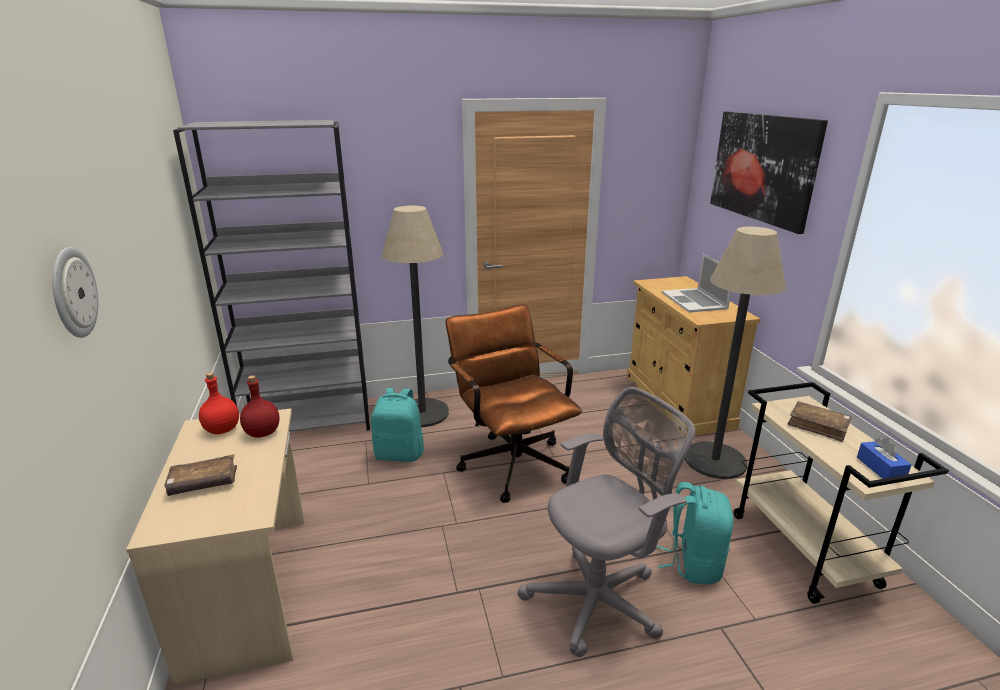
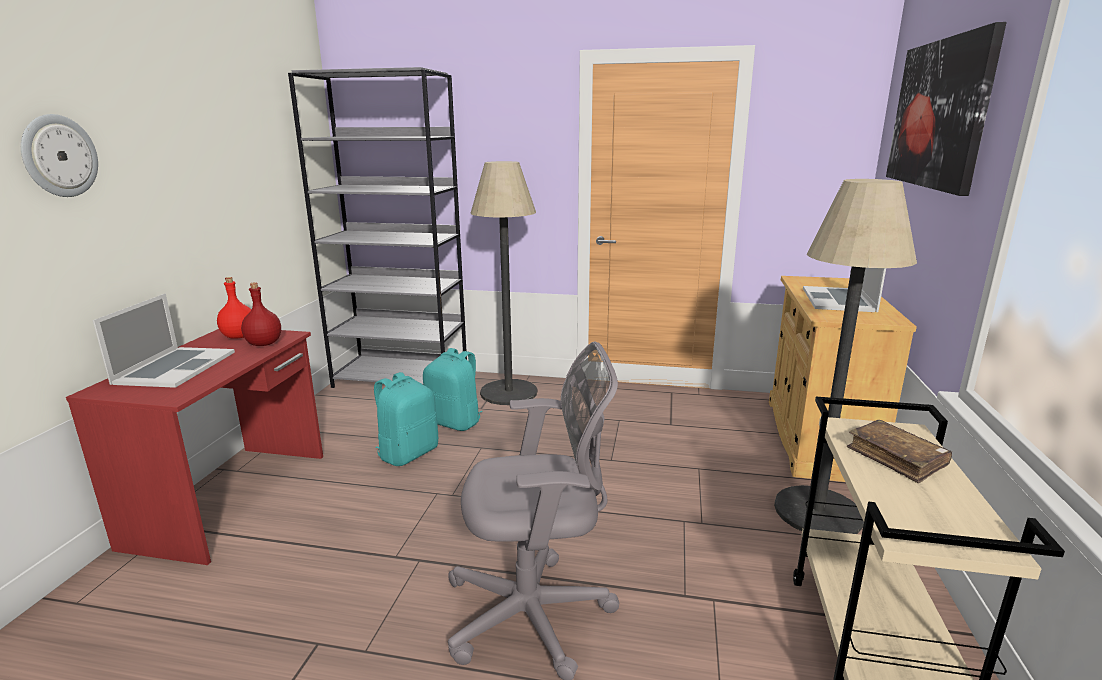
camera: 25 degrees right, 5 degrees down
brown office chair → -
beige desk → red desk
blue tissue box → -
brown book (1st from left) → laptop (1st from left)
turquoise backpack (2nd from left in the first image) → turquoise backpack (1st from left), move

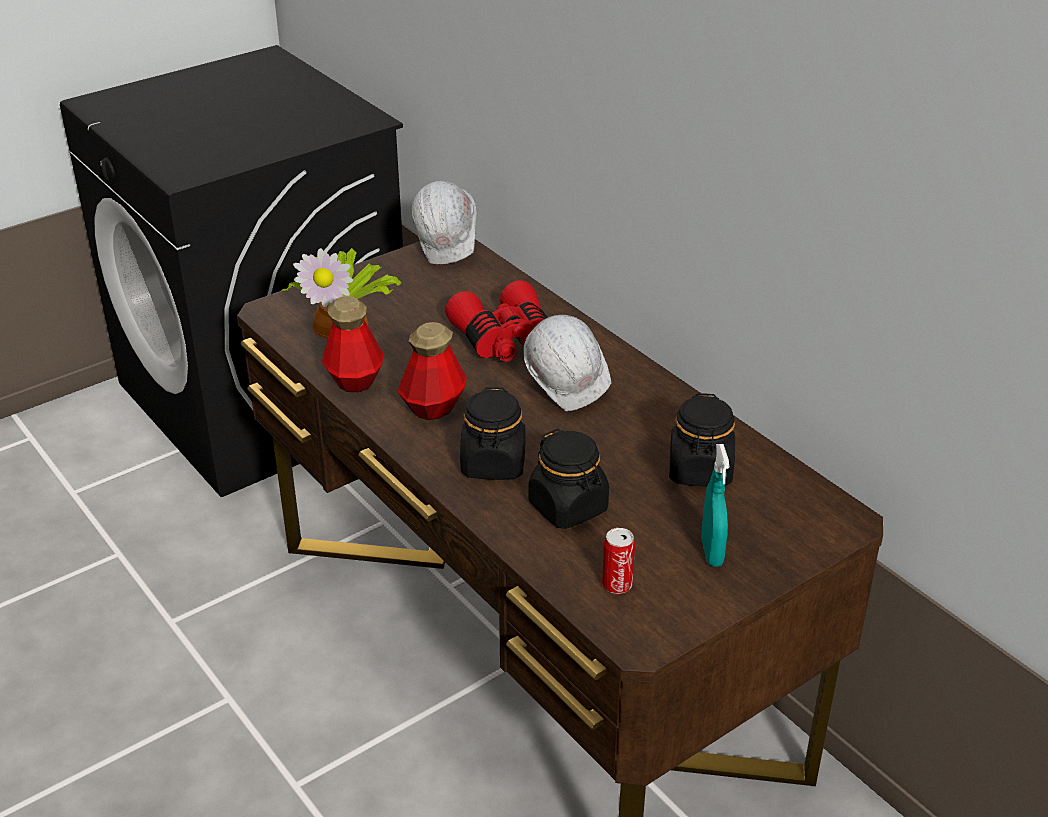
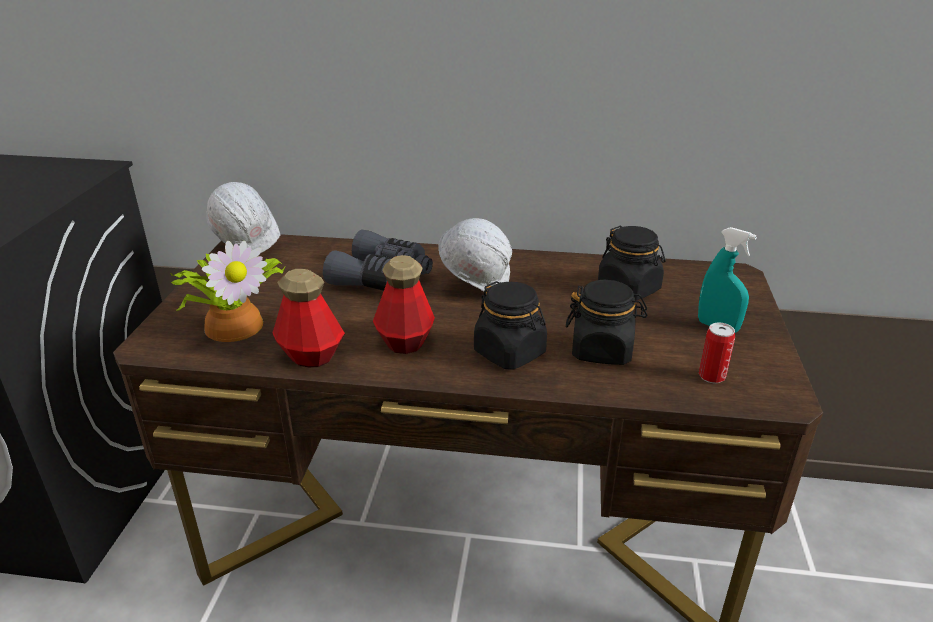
camera: 45 degrees left, 5 degrees down
red binoculars → grey binoculars

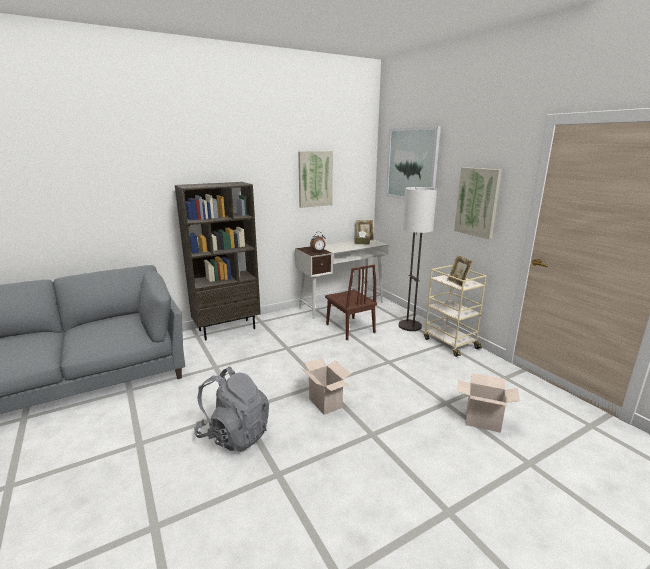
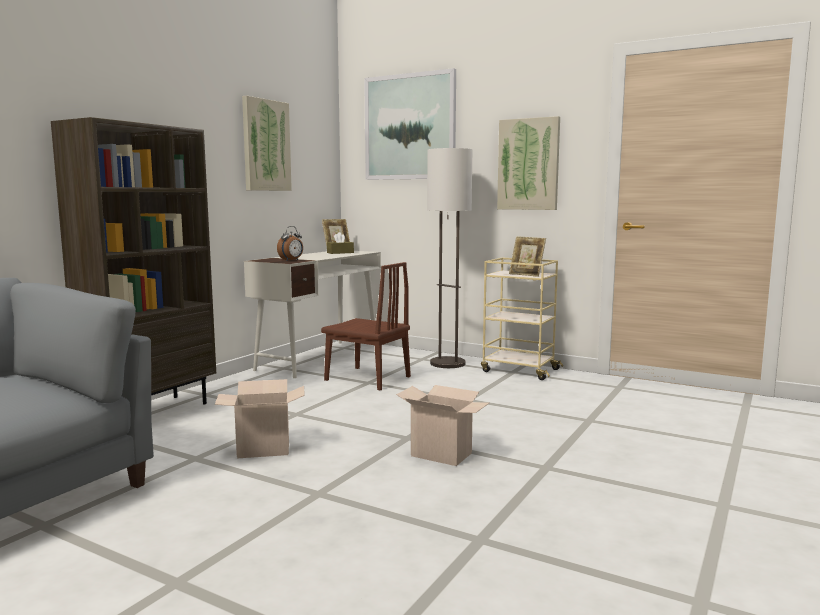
camera: 30 degrees left, 10 degrees down
grey backpack → -
cardboard box (2nd from left in the first image) → cardboard box (1st from left), move

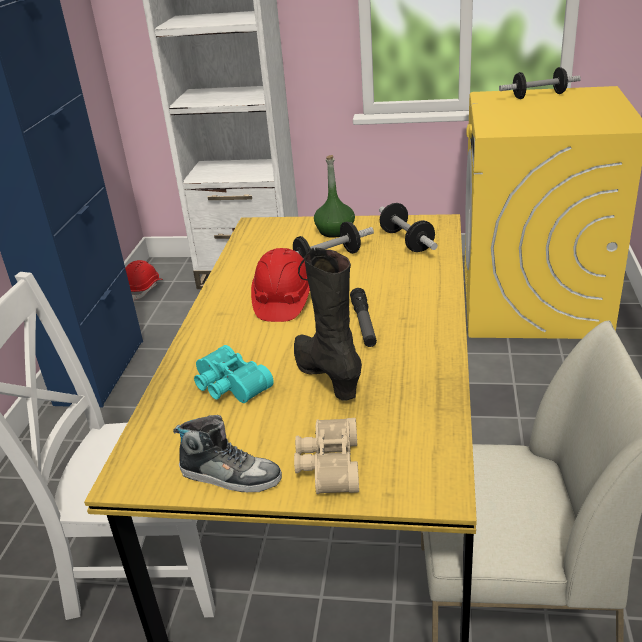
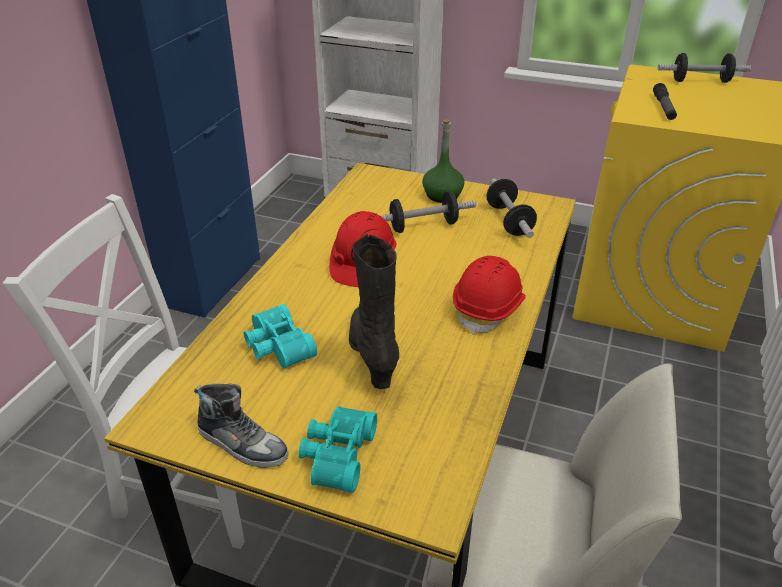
camera: 10 degrees right, 5 degrees up
red hard hat (1st from left in the first image) → red hard hat (2nd from left), move
flashlight, move
beige binoculars → turquoise binoculars (2nd from left)

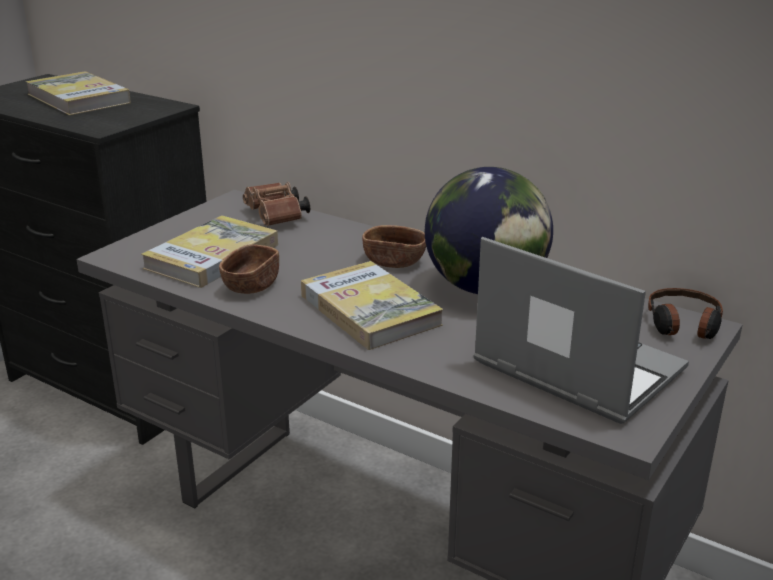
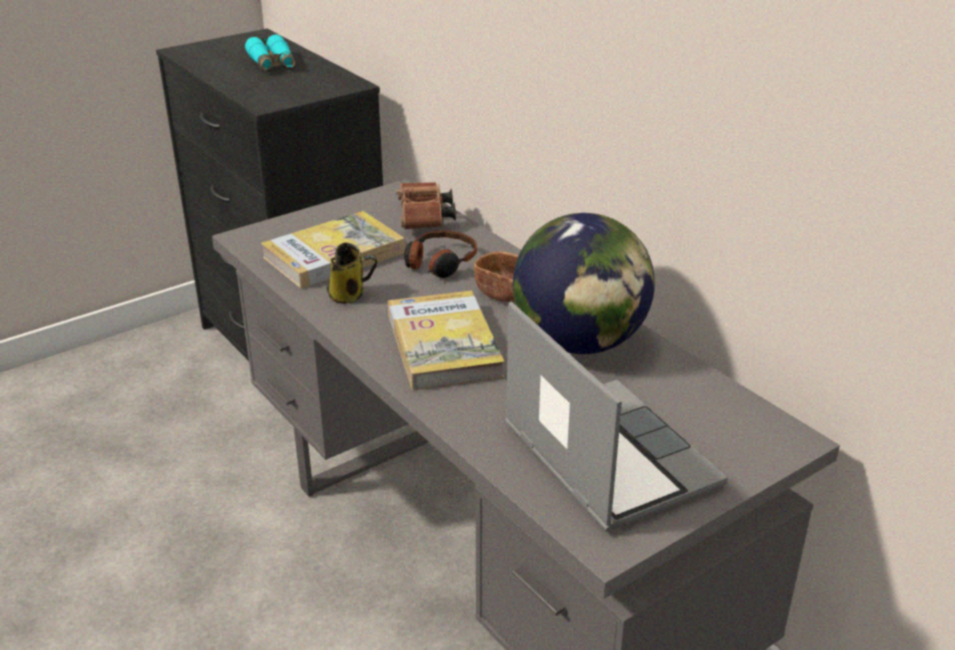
camera: 20 degrees right, 5 degrees up
book (1st from left) → turquoise binoculars
brown bowl (1st from left) → mug
headphones, move

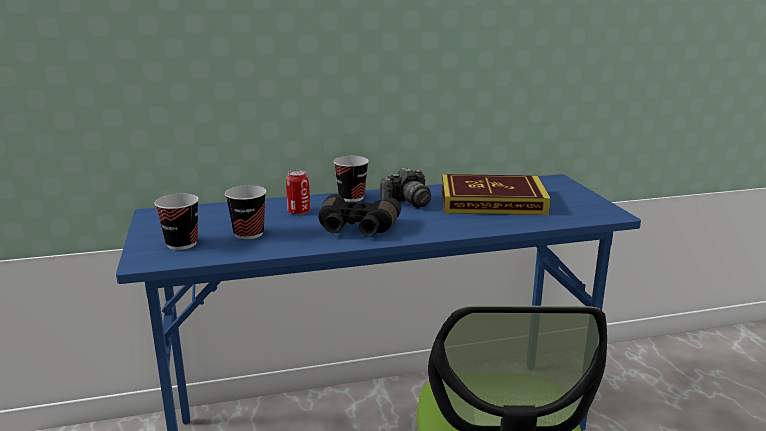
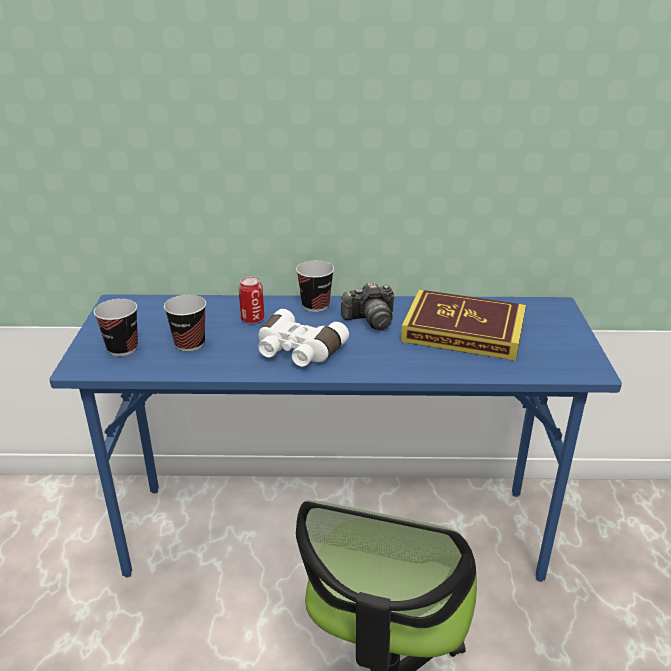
camera: 15 degrees right, 10 degrees up
black binoculars → white binoculars

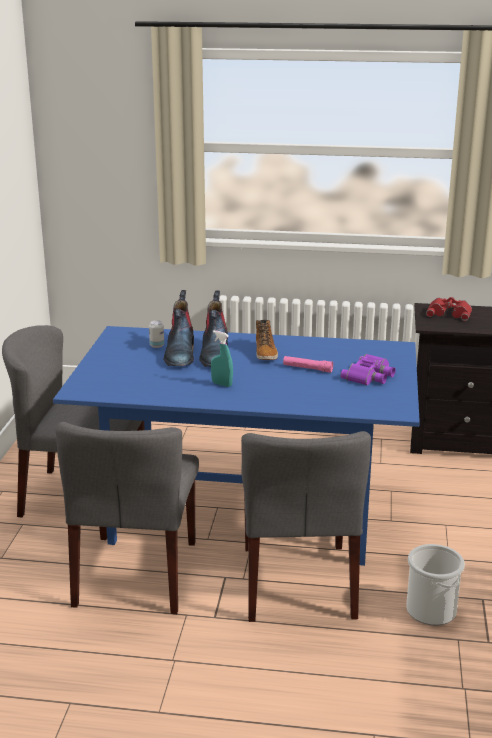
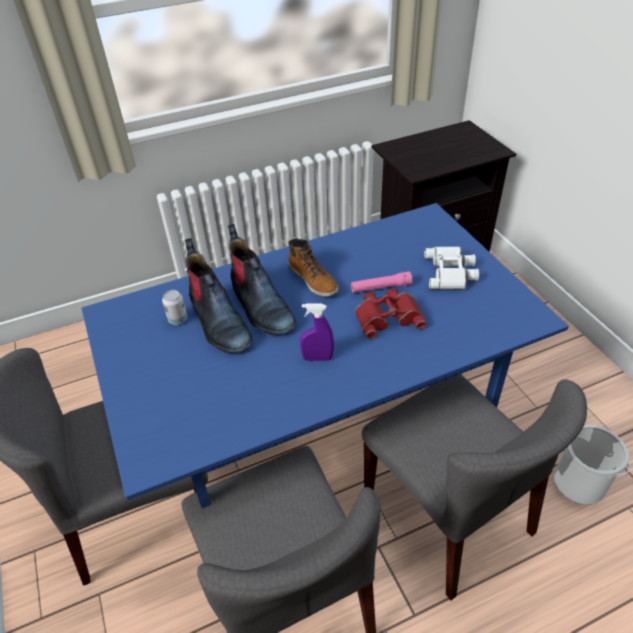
camera: 30 degrees left, 20 degrees up
red binoculars, move
turquoise spray bottle → purple spray bottle
purple binoculars → white binoculars

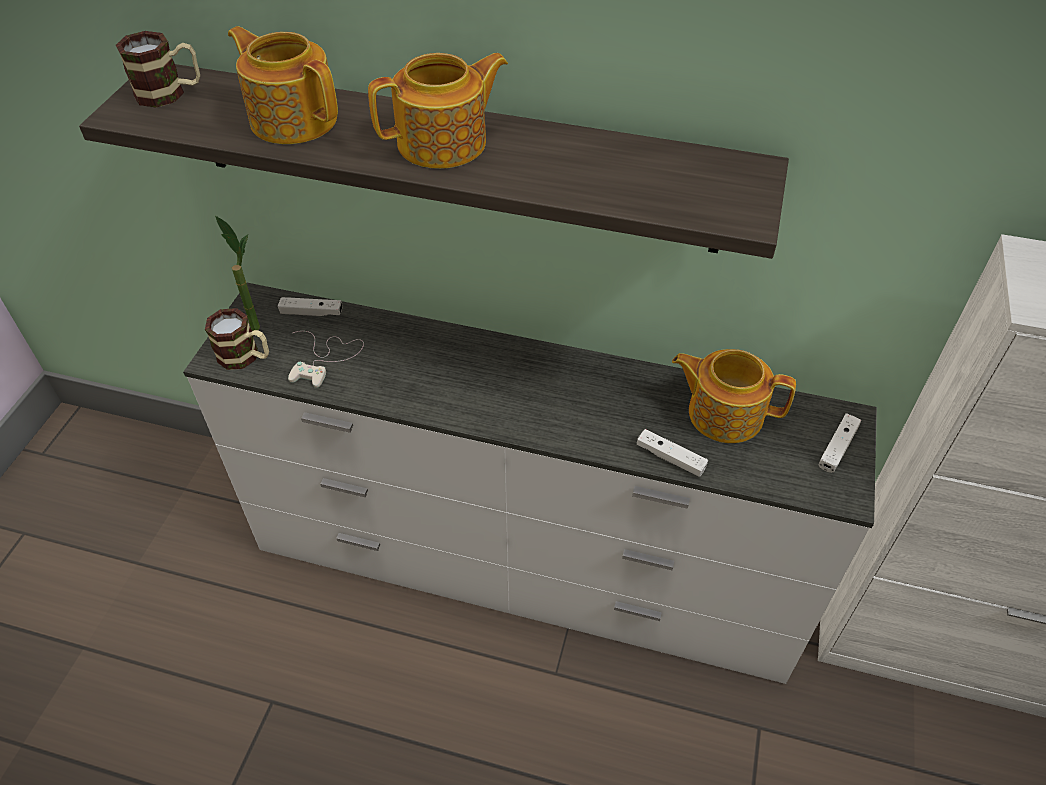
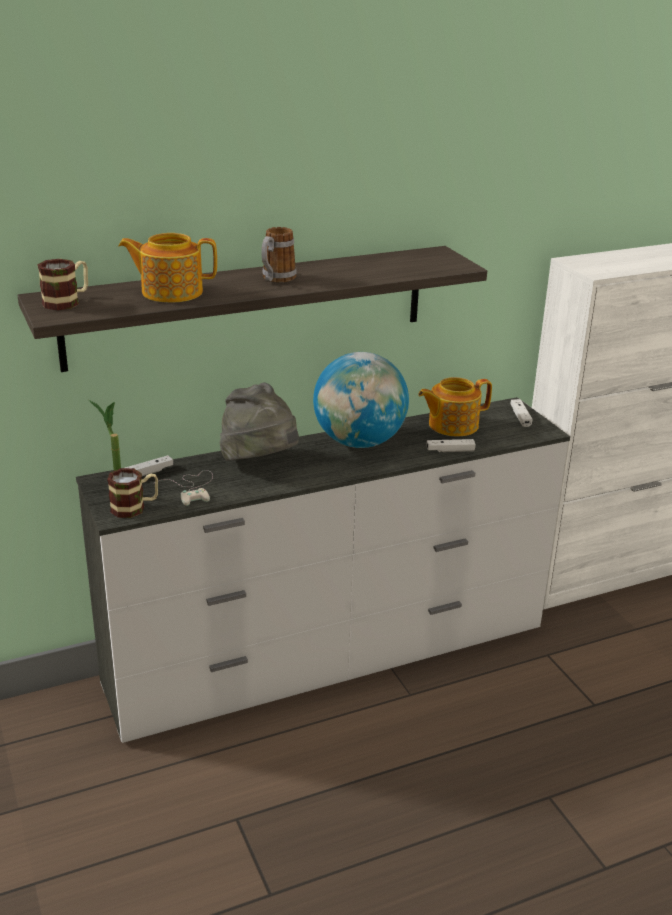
camera: 40 degrees left, 20 degrees down
teapot (2nd from left) → mug (3rd from left)
- → globe
- → grey hat

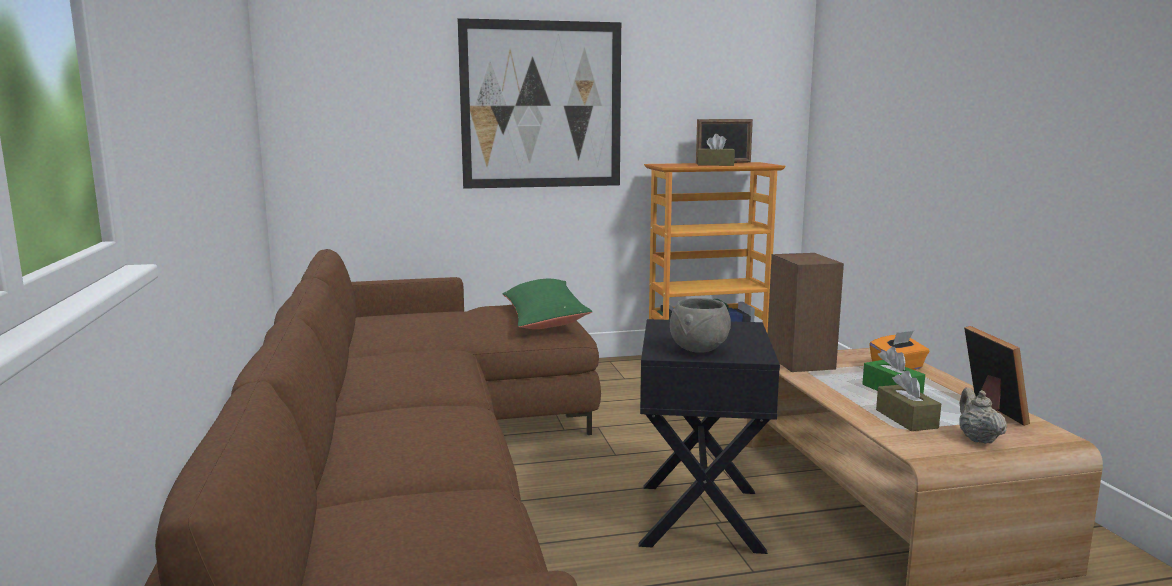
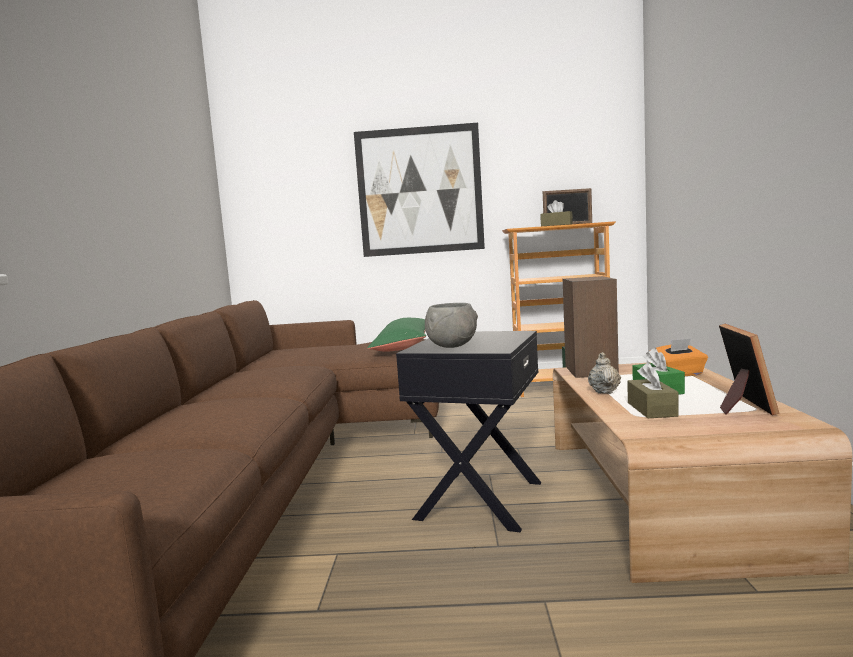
camera: 15 degrees right, 5 degrees down
beige teapot, move

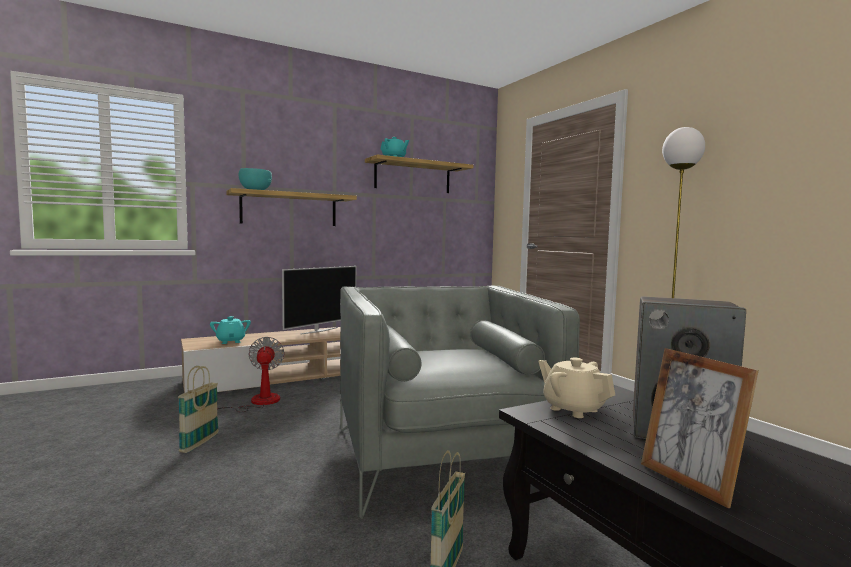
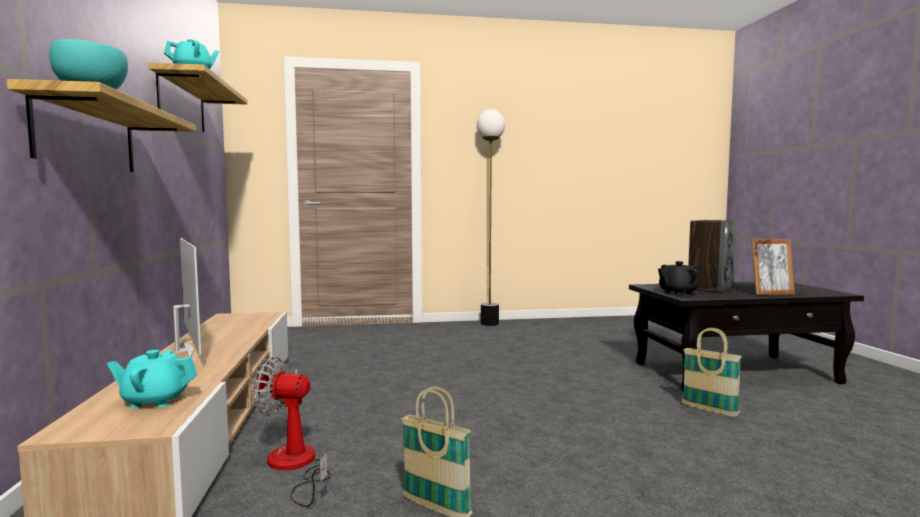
camera: 70 degrees left, 0 degrees up
grey armchair → -
beige teapot → black teapot

